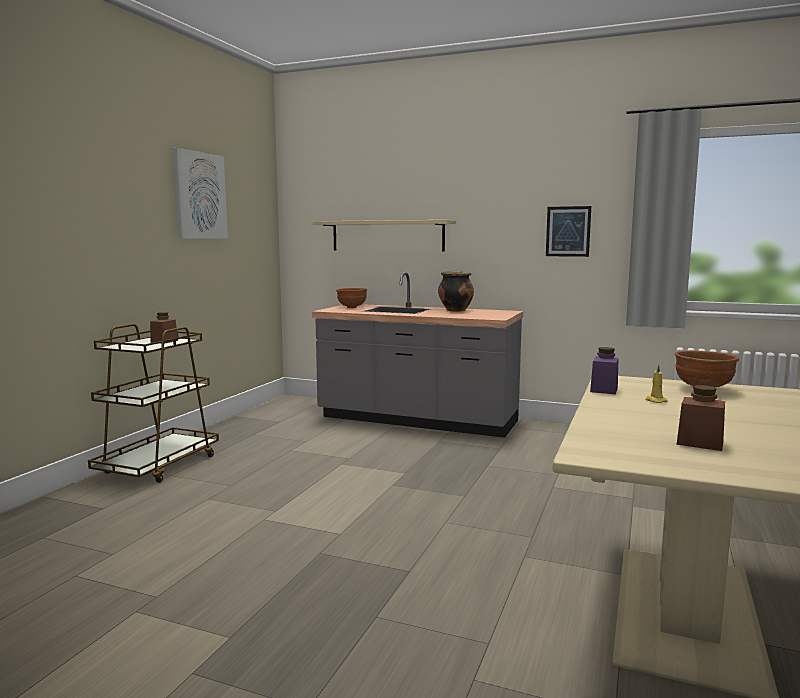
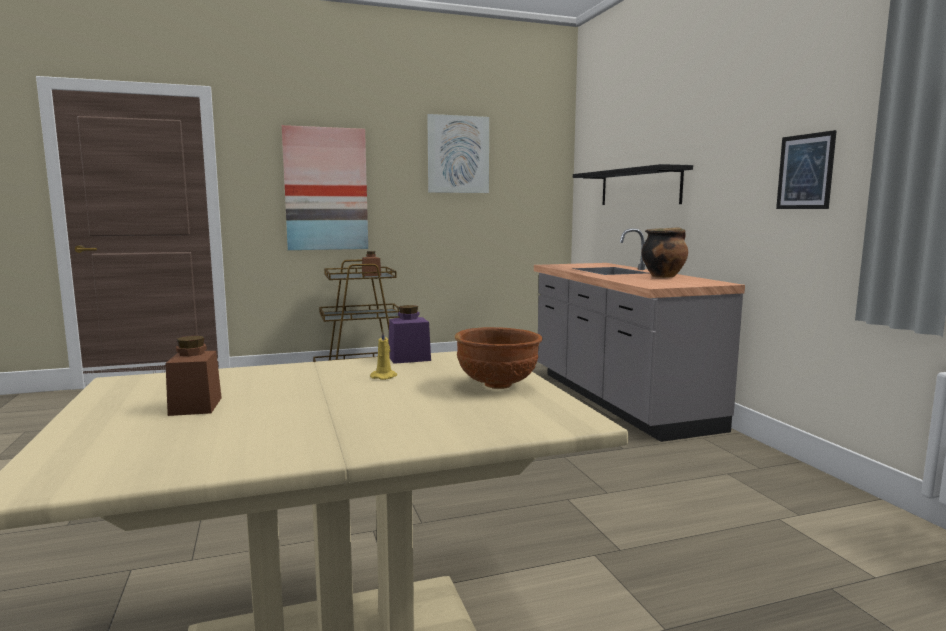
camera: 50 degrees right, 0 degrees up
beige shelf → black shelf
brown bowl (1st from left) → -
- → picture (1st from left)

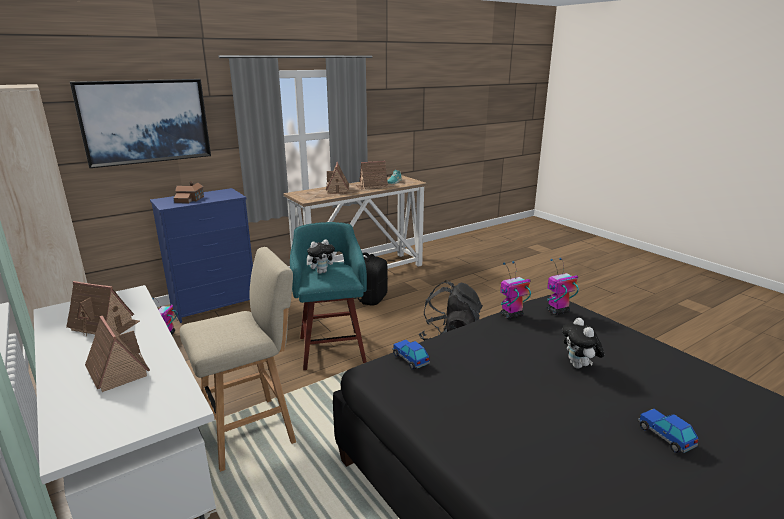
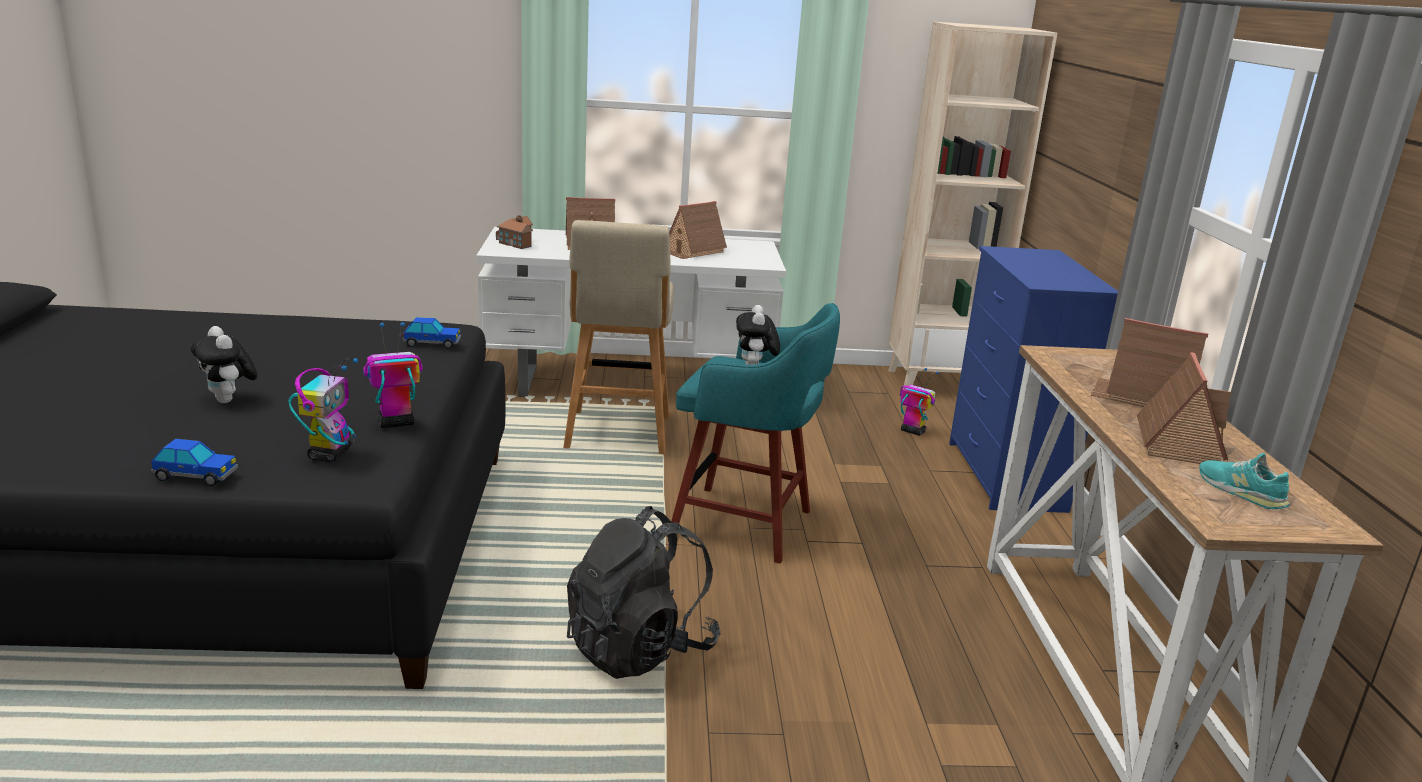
camera: 120 degrees right, 0 degrees up
picture → -
toy house (3rd from left in the first image) → toy house (1st from left), move
black backpack (1st from left) → -
toy robot (2nd from left), 120 degrees counterclockwise
plush toy (2nd from left in the first image) → plush toy (1st from left), 150 degrees counterclockwise
toy car (2nd from left in the first image) → toy car (1st from left), move

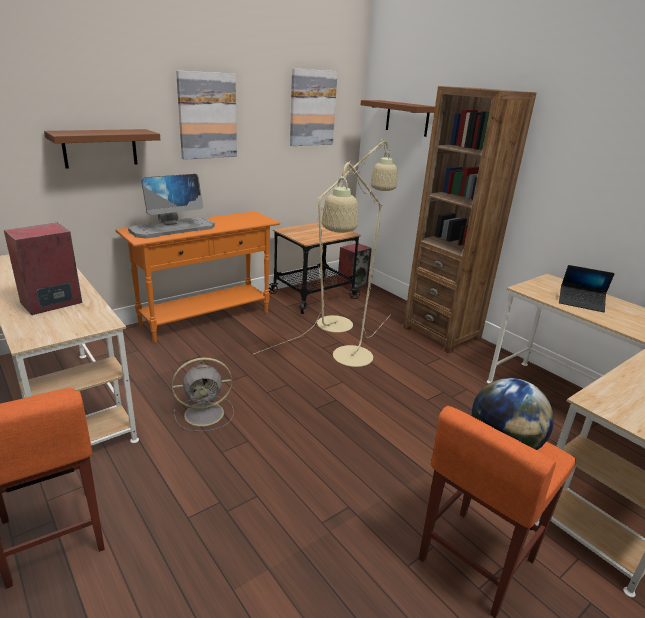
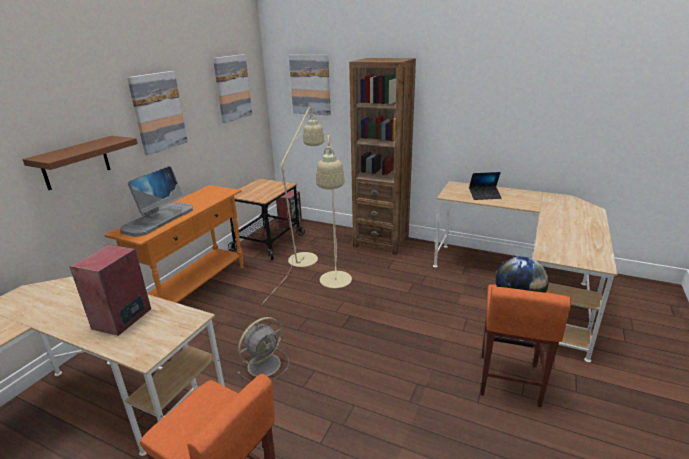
camera: 25 degrees left, 0 degrees up
brown shelf (2nd from left) → picture (3rd from left)

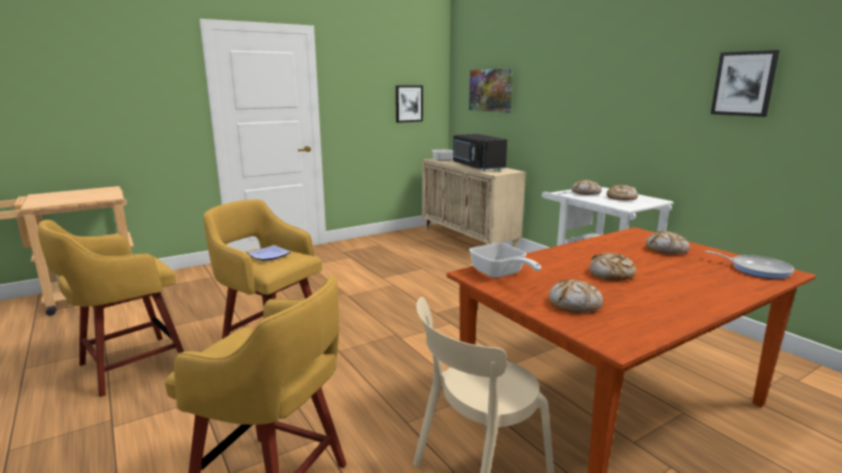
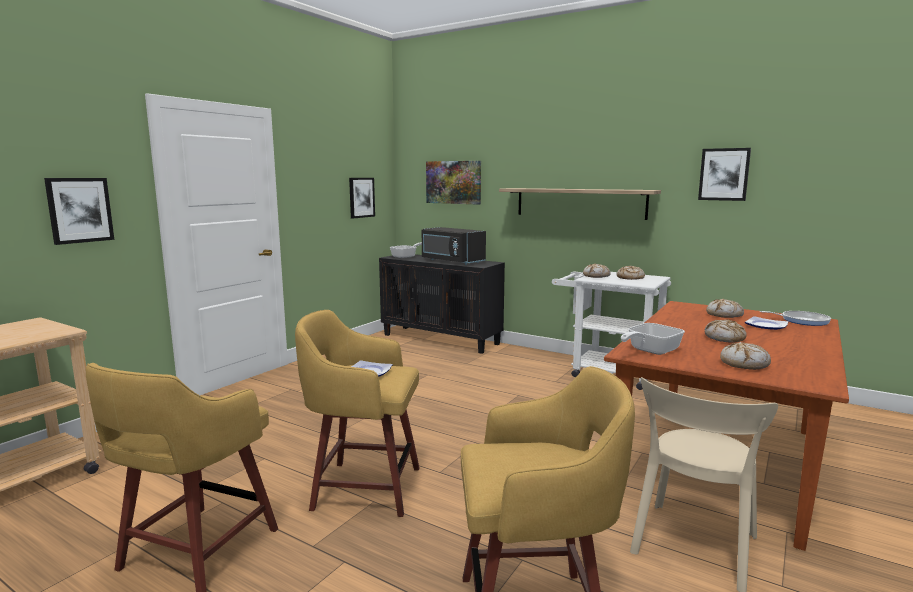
camera: 25 degrees left, 5 degrees down
beige cabinet → black cabinet
frying pan (2nd from left), 105 degrees clockwise
- → picture (1st from left)
- → shelf
- → plate (2nd from left)

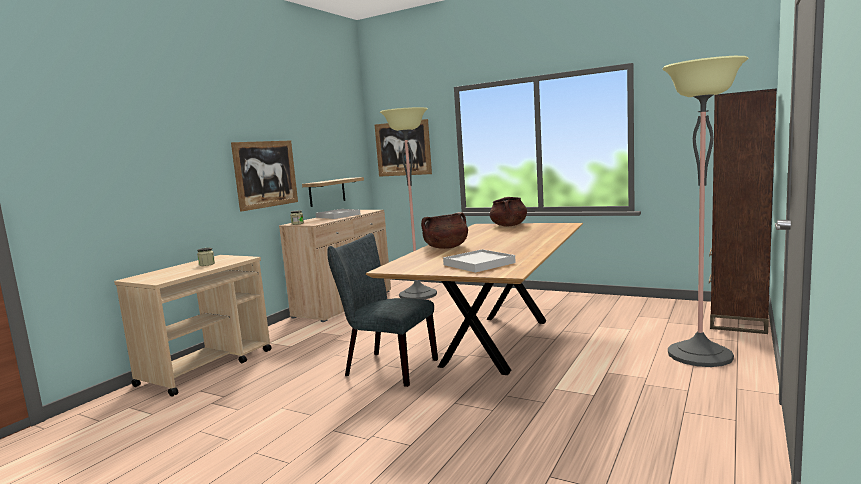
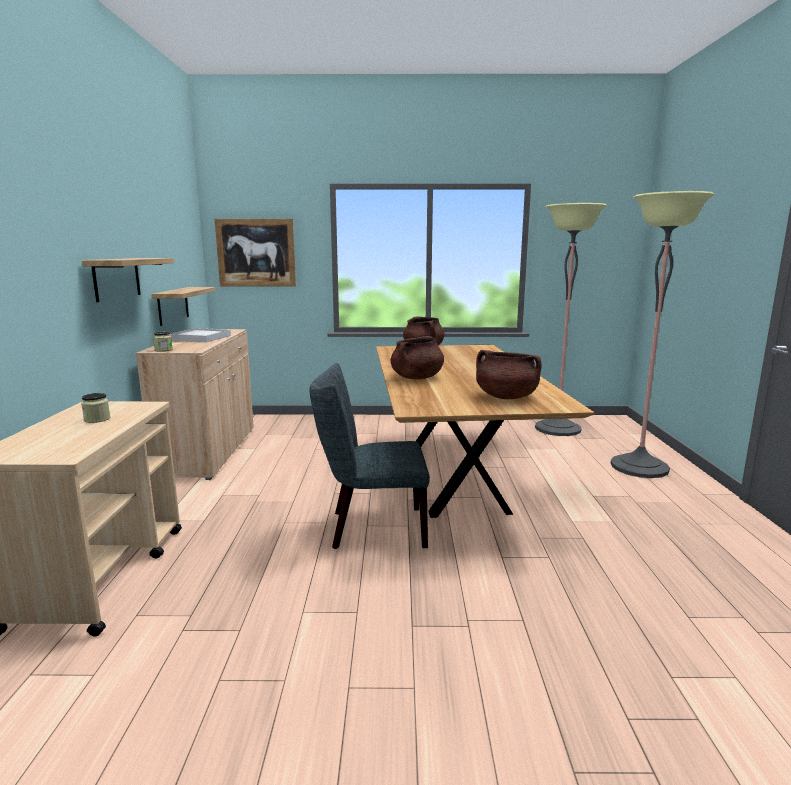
camera: 30 degrees left, 5 degrees up
brown bookcase → -
floor lamp (1st from left), move
picture (1st from left) → shelf (1st from left)
white tray (2nd from left) → brown cooking pot (3rd from left)

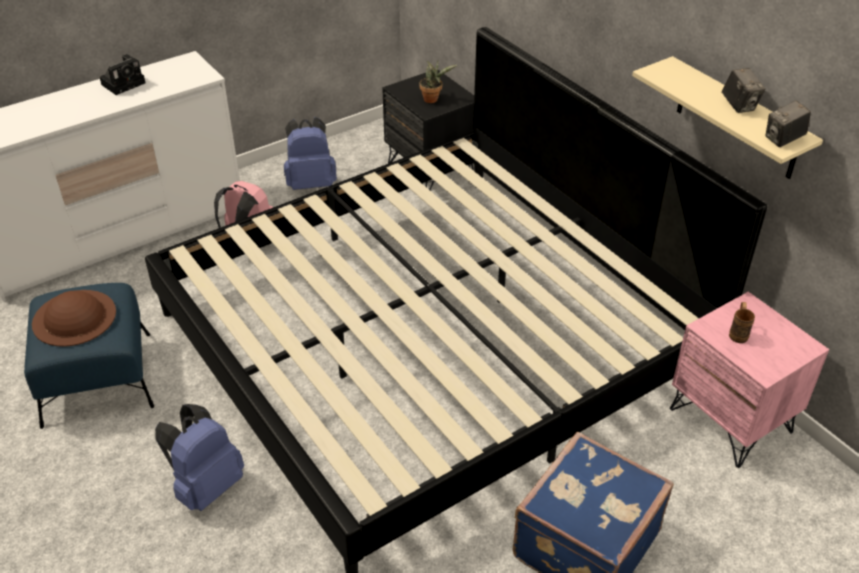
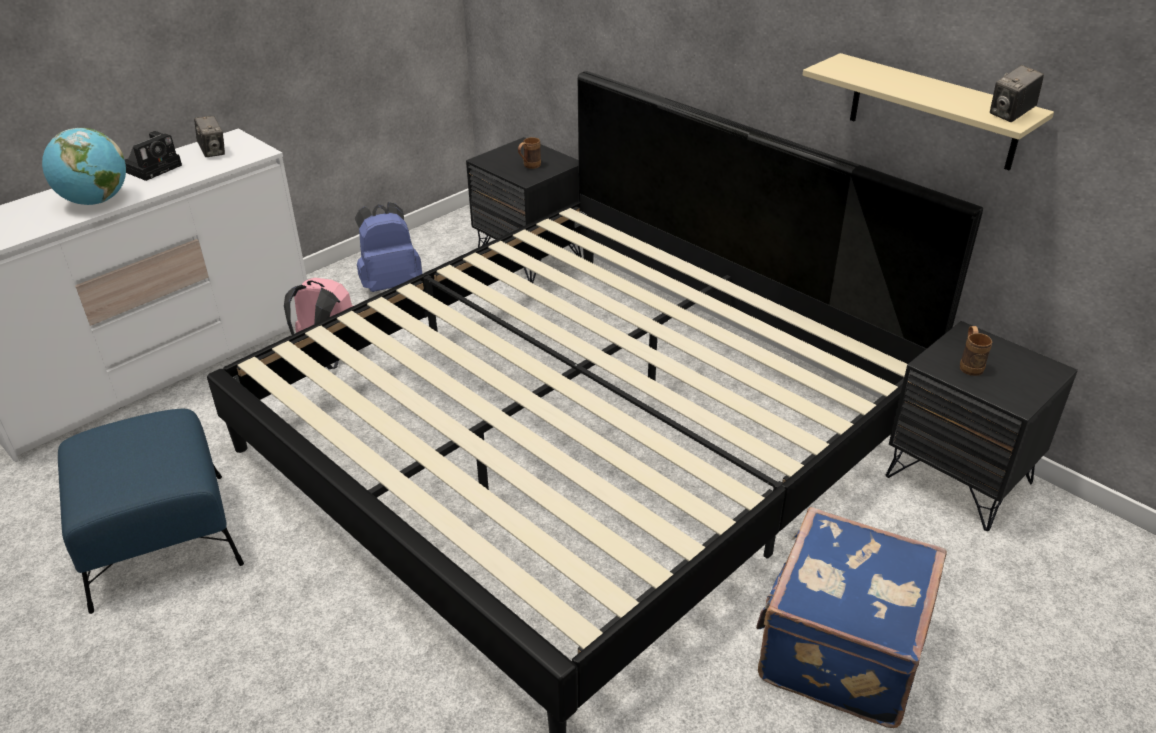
camera: 10 degrees left, 5 degrees down
potted plant → brown mug (1st from left)
photo camera (2nd from left), move
brown hat → -
pink nightstand → black nightstand (2nd from left)
blue backpack (1st from left) → -
- → globe

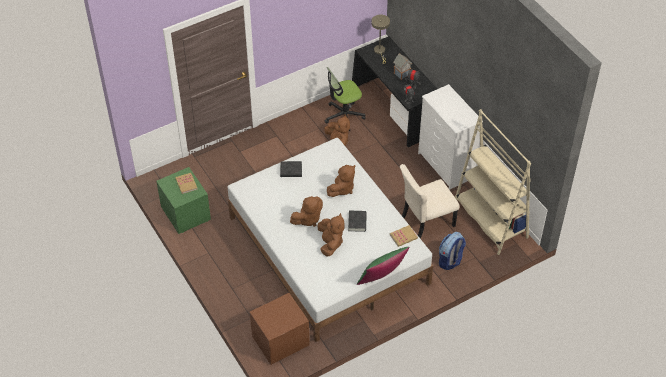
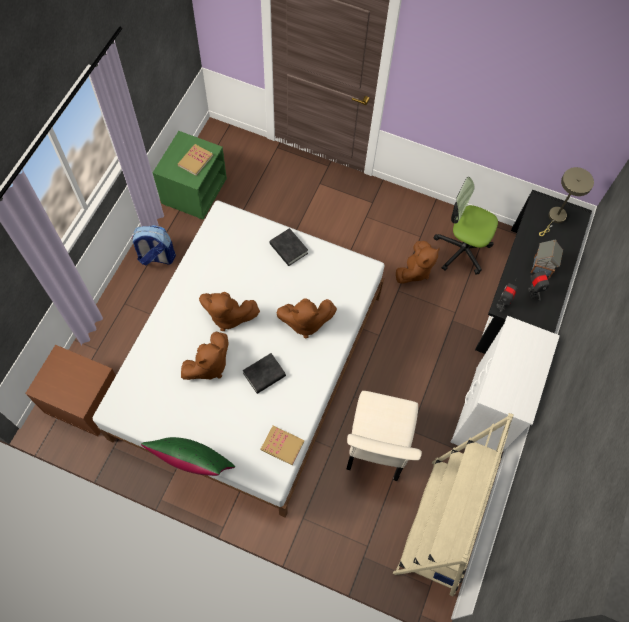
camera: 50 degrees right, 15 degrees up
beige chair, 105 degrees counterclockwise
backpack, move

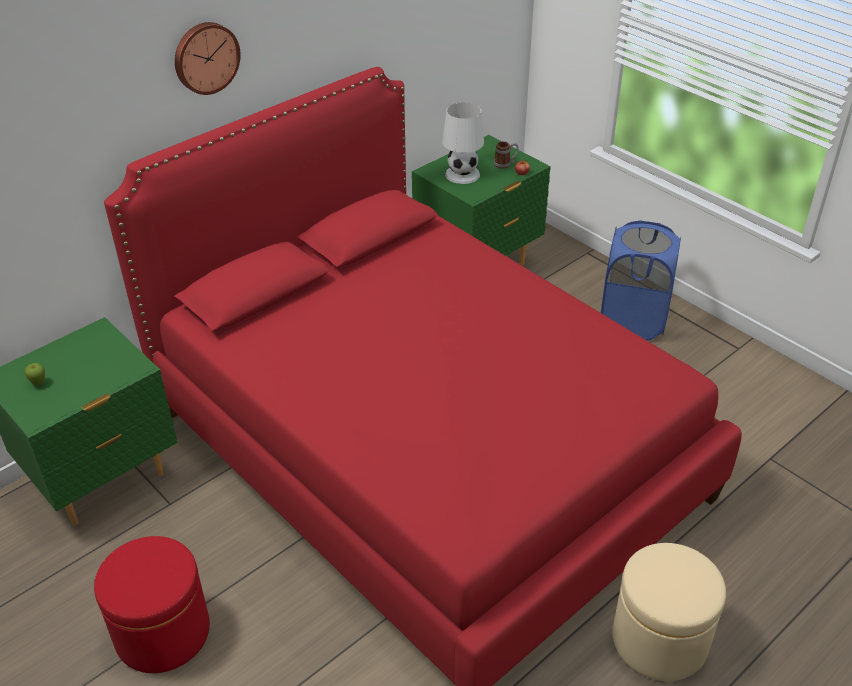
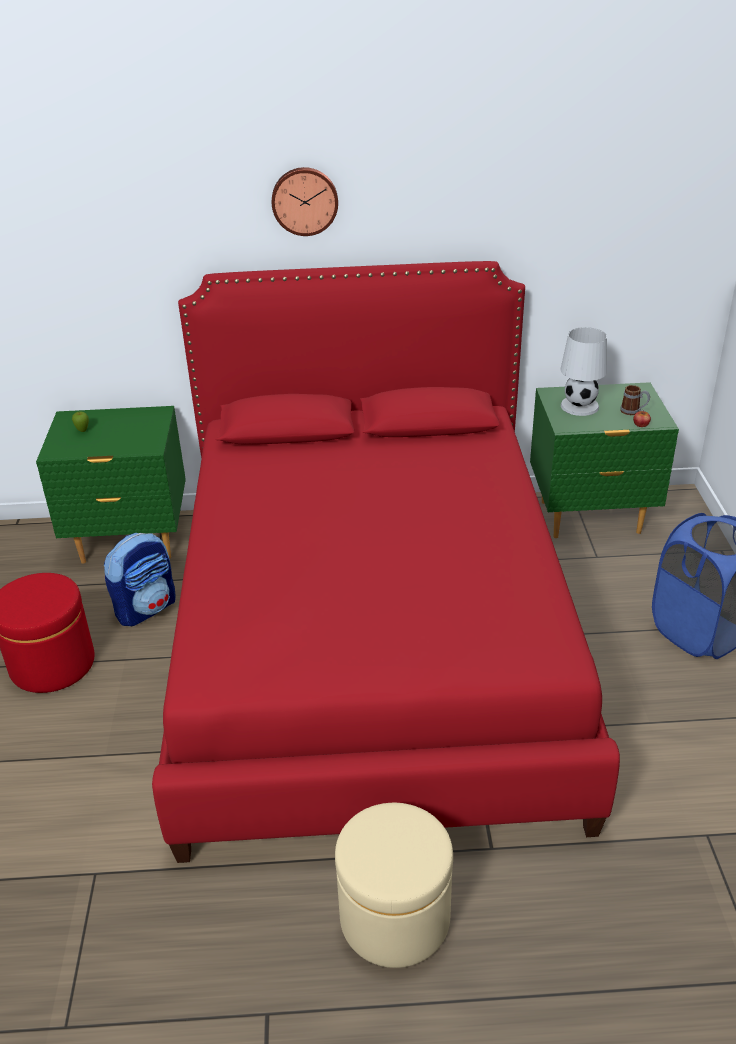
camera: 40 degrees right, 5 degrees down
- → backpack

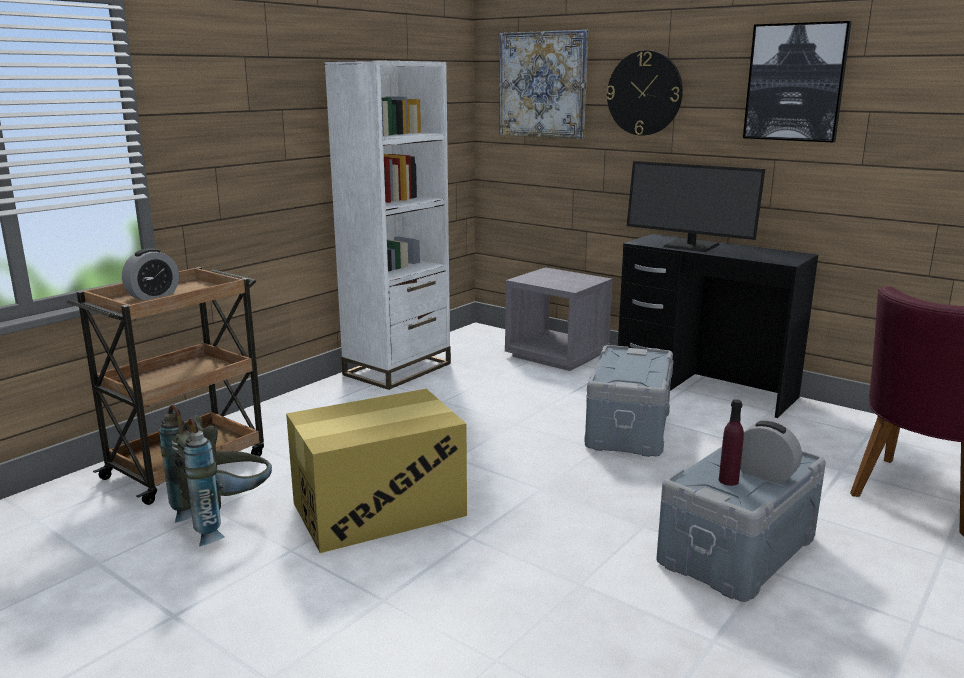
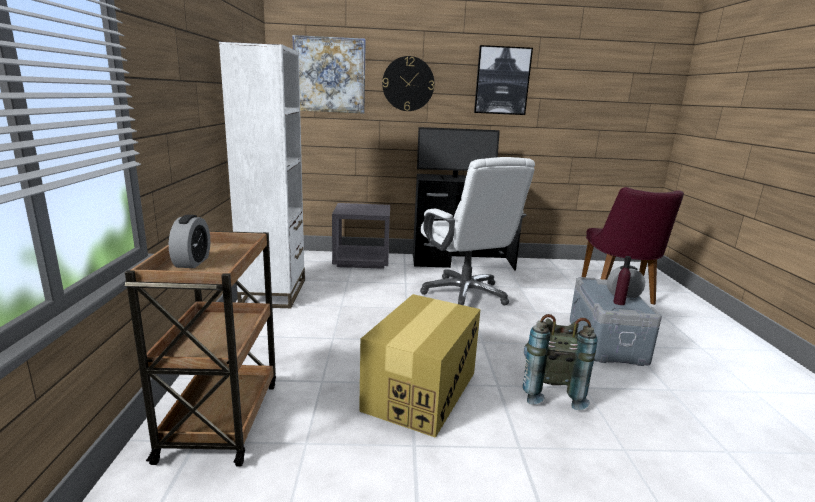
camera: 40 degrees left, 0 degrees up
grey storage box (1st from left) → white office chair
grey backpack, move

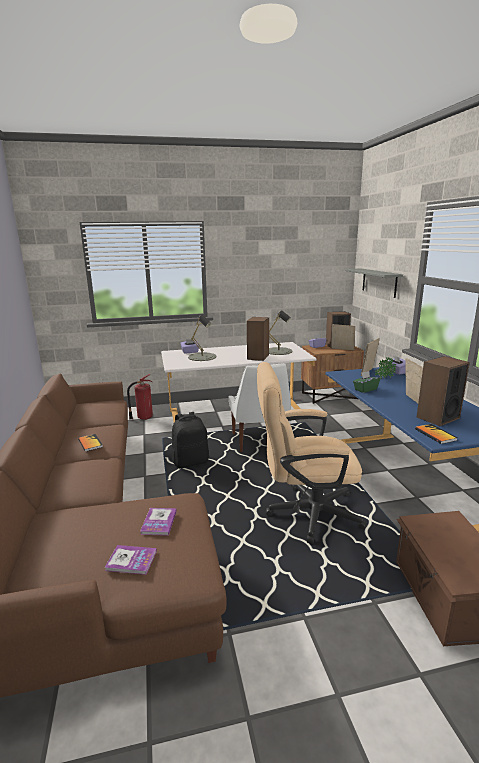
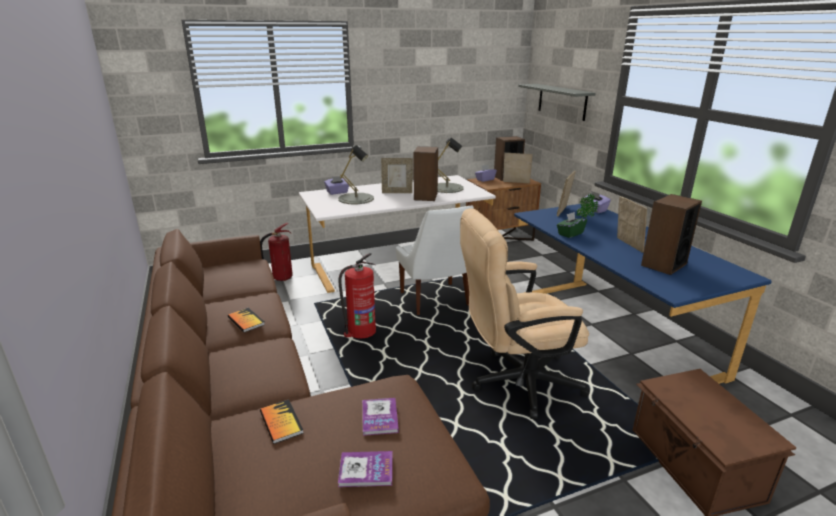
camera: 10 degrees left, 5 degrees up
black backpack → fire extinguisher (2nd from left)
book (4th from left in the first image) → book (2nd from left), move
- → picture frame (1st from left)

